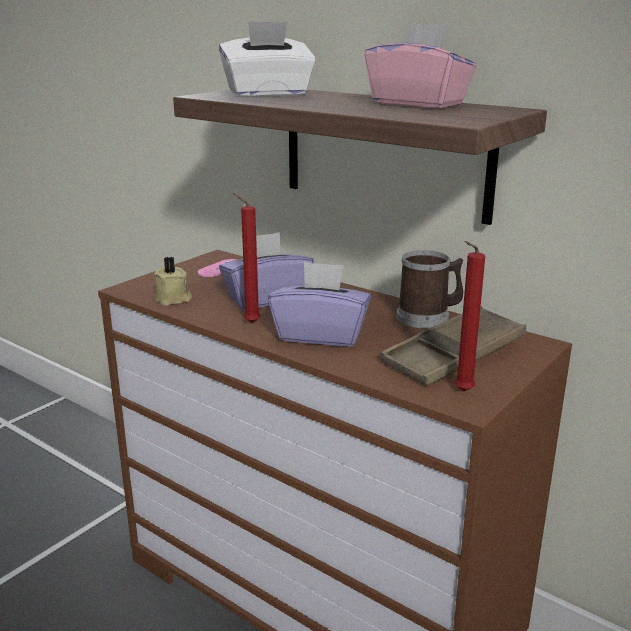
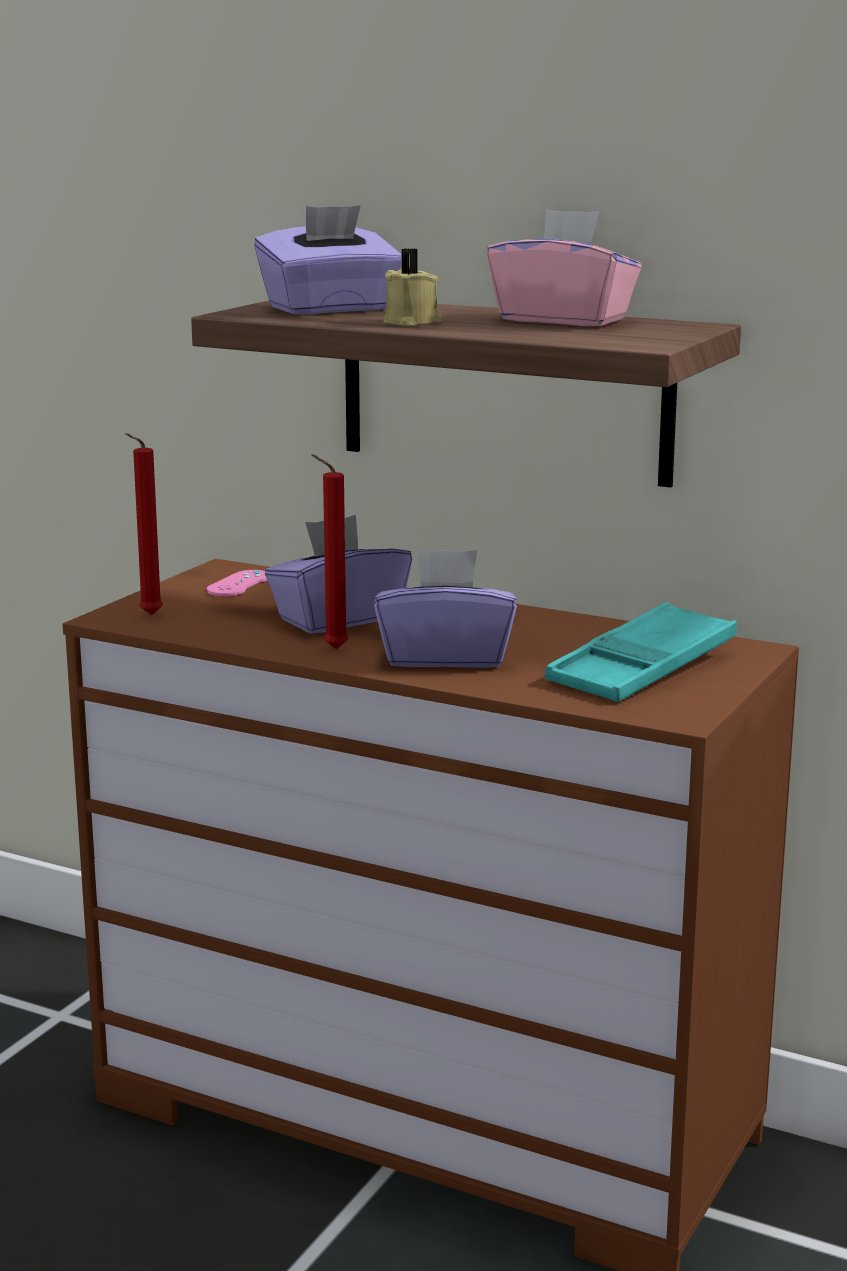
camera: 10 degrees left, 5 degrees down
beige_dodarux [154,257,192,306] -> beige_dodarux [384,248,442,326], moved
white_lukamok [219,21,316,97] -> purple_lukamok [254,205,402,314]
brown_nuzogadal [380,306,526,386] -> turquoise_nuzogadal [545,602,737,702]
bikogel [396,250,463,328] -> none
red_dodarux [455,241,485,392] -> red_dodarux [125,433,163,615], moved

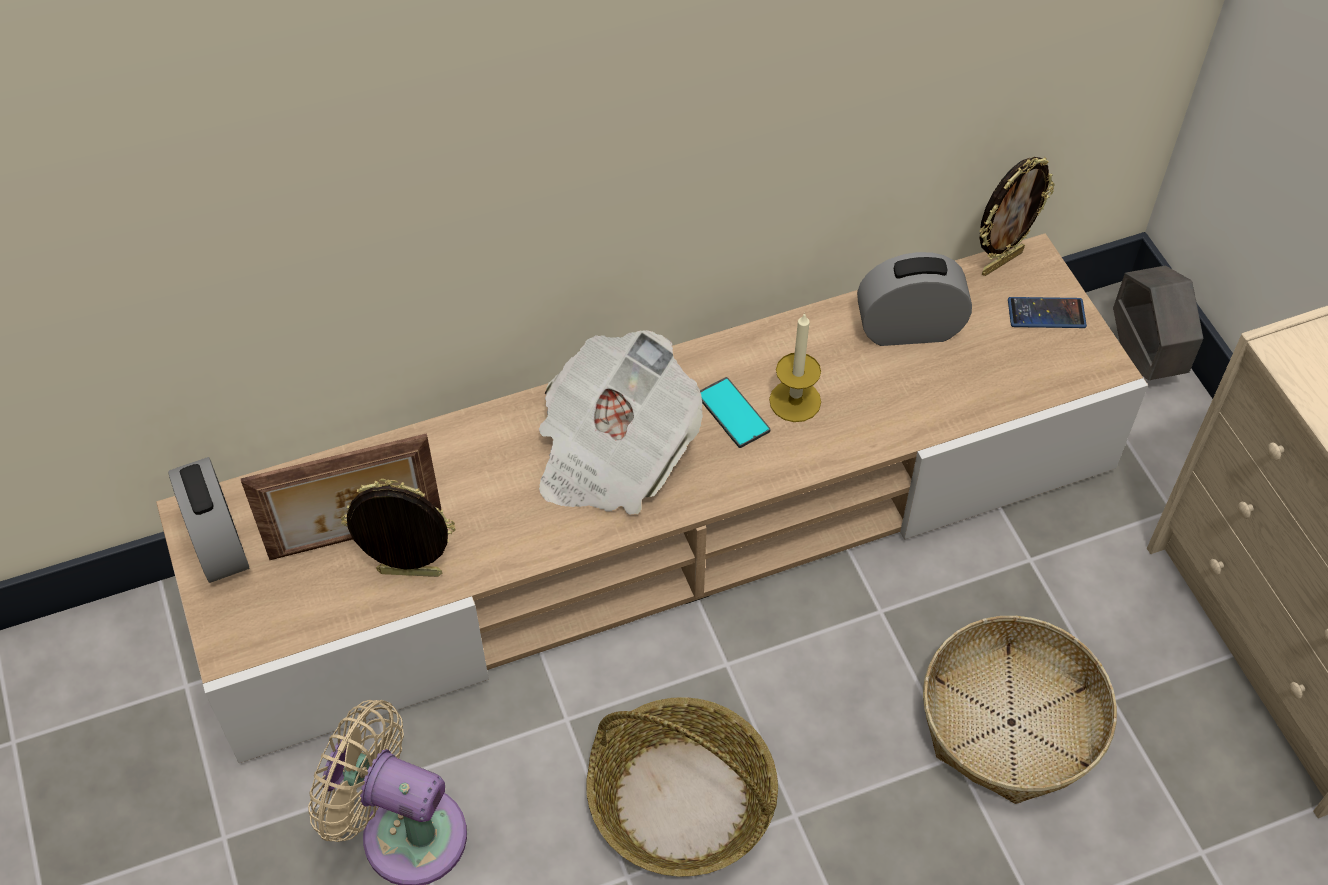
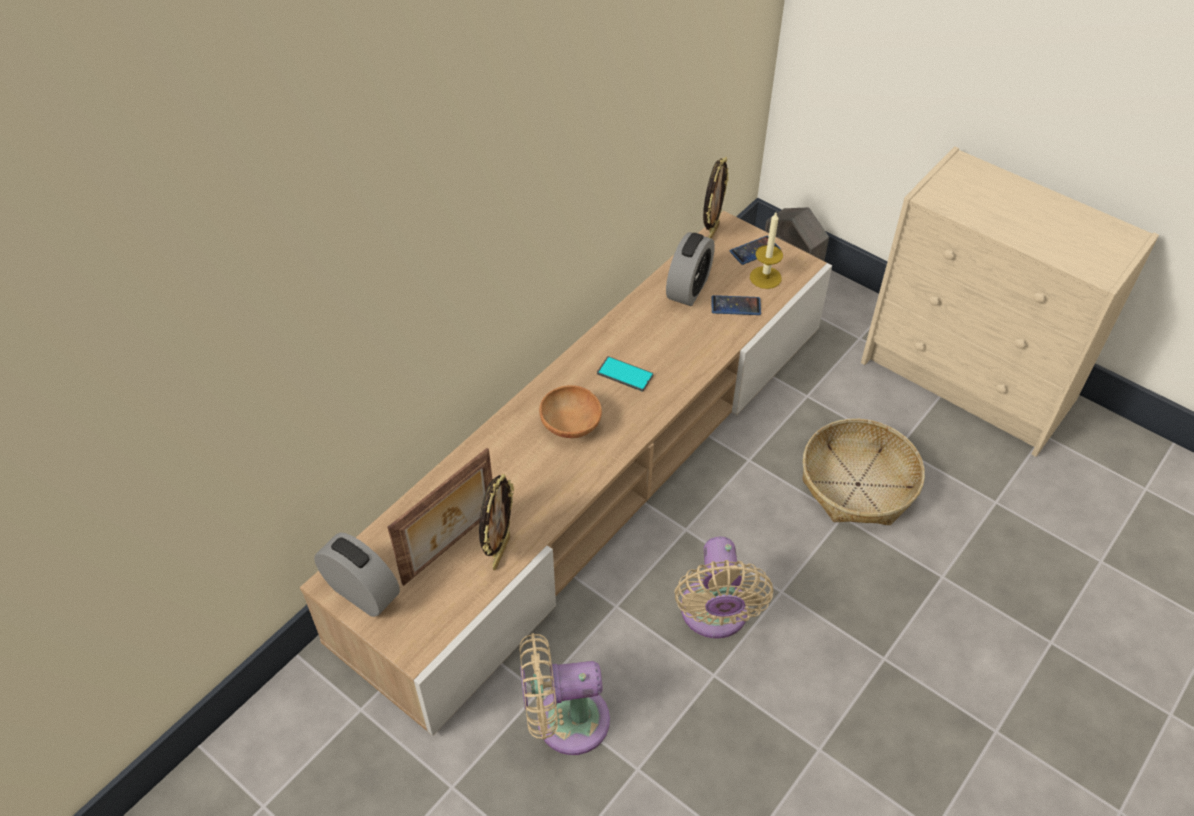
camera: 30 degrees left, 5 degrees down
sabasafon [341,479,455,577] -> sabasafon [479,474,514,570], 135 degrees clockwise
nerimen [539,330,703,515] -> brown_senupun [539,385,602,438]
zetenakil [587,697,778,877] -> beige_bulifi [674,537,773,638]
dodarux [769,313,821,422] -> dodarux [750,212,783,289], moved
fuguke [857,252,972,346] -> fuguke [666,232,715,306], 150 degrees clockwise
none -> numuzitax [711,295,761,315]

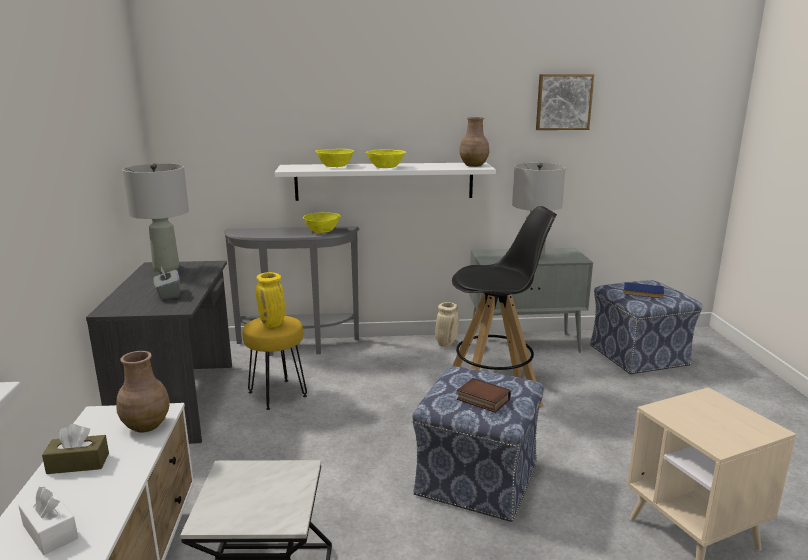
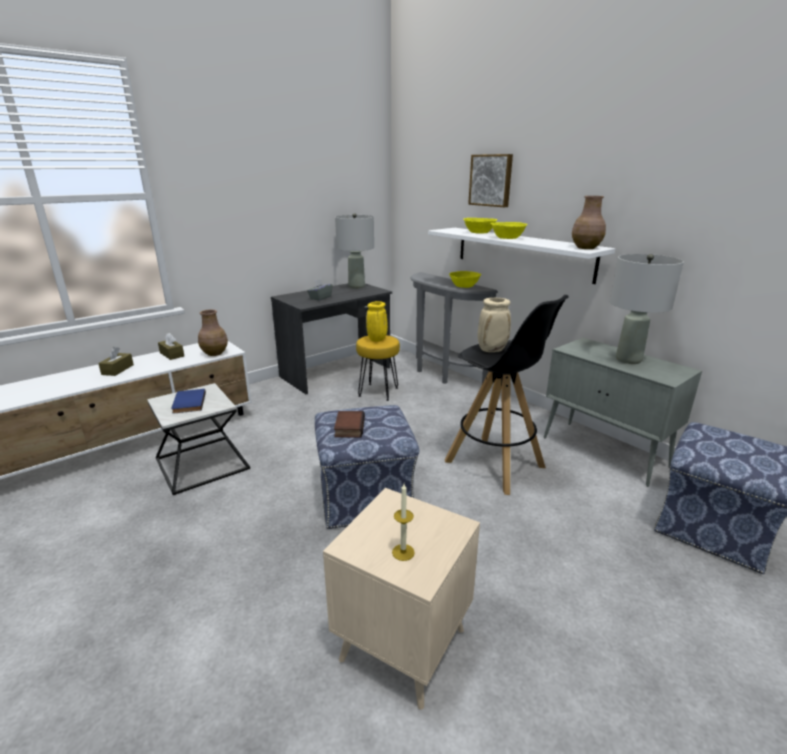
camera: 55 degrees right, 5 degrees up
white_lukamok [18,487,78,555] -> brown_lukamok [98,347,134,376]
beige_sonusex [435,302,459,347] -> beige_sonusex [478,298,511,352], moved
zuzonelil [536,74,594,130] -> zuzonelil [468,154,513,207], moved
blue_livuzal [623,282,664,298] -> blue_livuzal [171,389,206,414], moved
none -> dodarux [392,484,415,561]

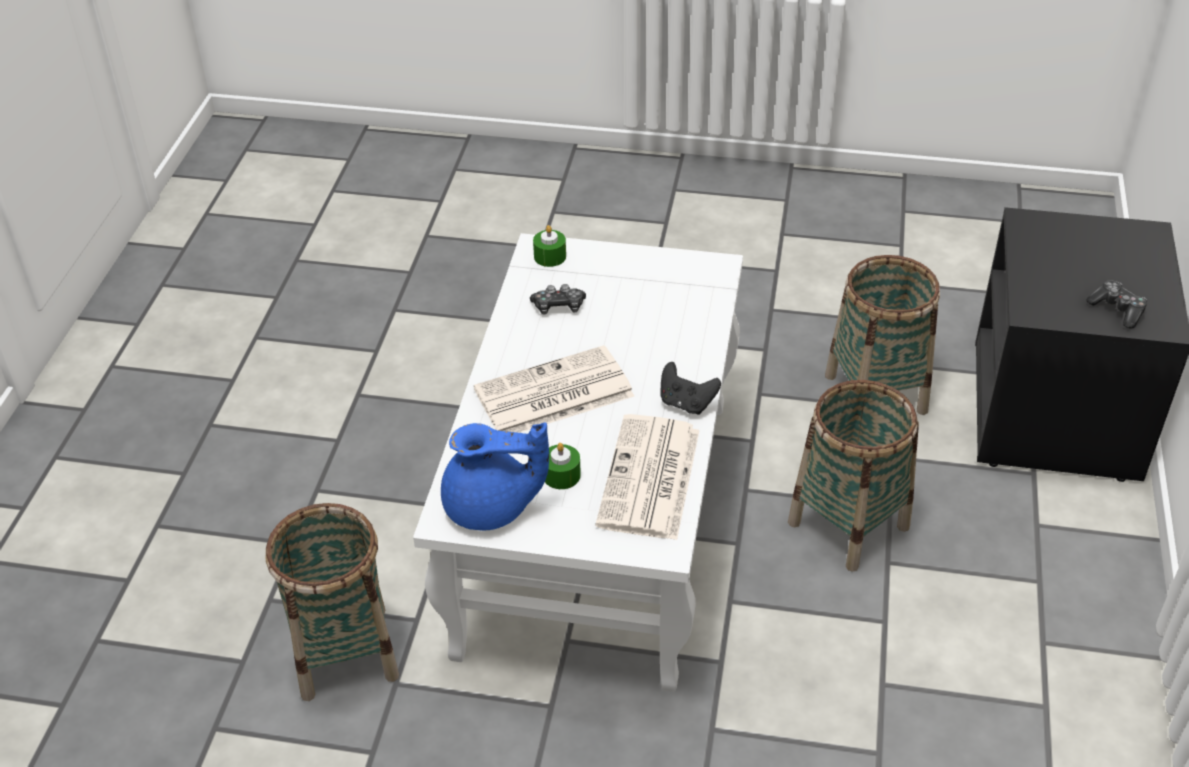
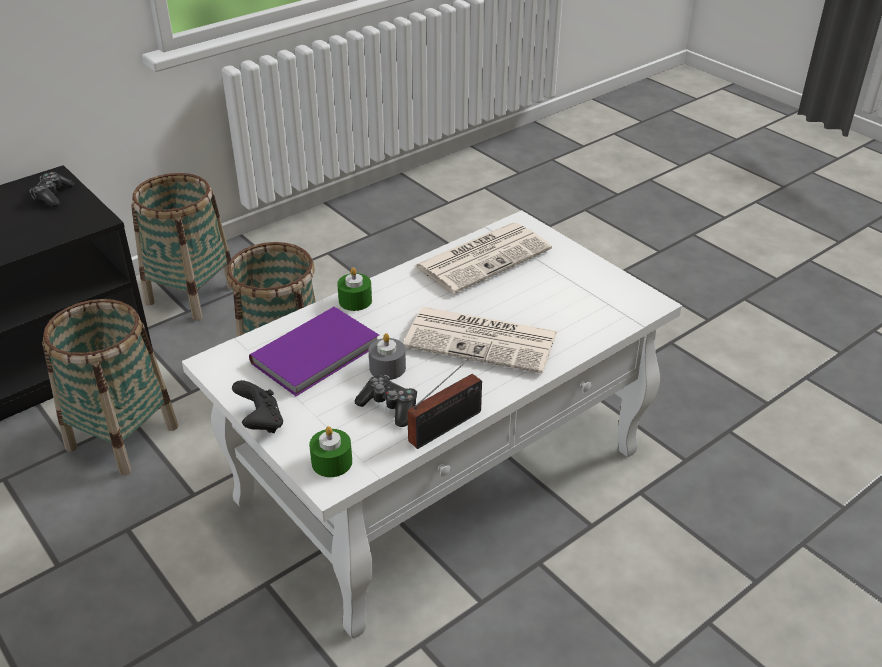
camera: 140 degrees left, 5 degrees down
zetenakil [266,503,399,701] -> zetenakil [131,173,232,321], moved
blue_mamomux [441,422,549,531] -> none
green_dodarux [545,443,581,489] -> green_dodarux [337,267,372,311], moved
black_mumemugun [661,362,721,415] -> black_mumemugun [232,380,283,433], moved
none -> purple_livuzal [249,307,379,396]
none -> grey_dodarux [369,333,406,380]
none -> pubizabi [407,345,484,449]

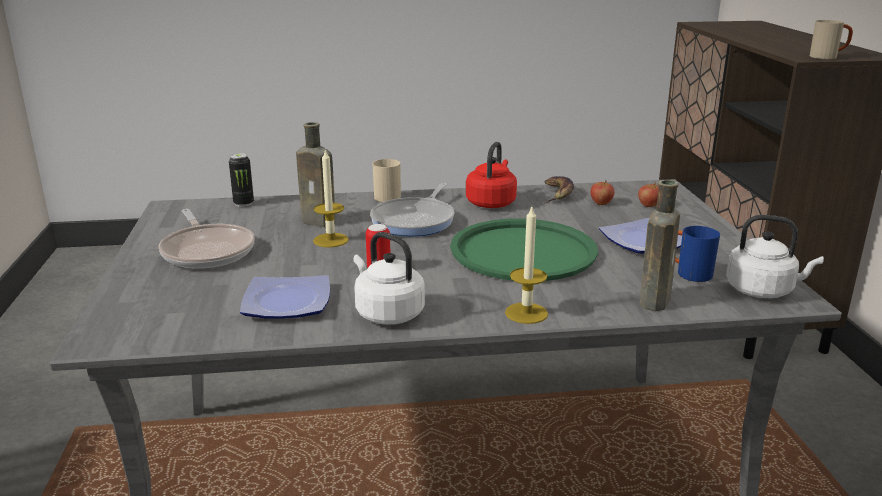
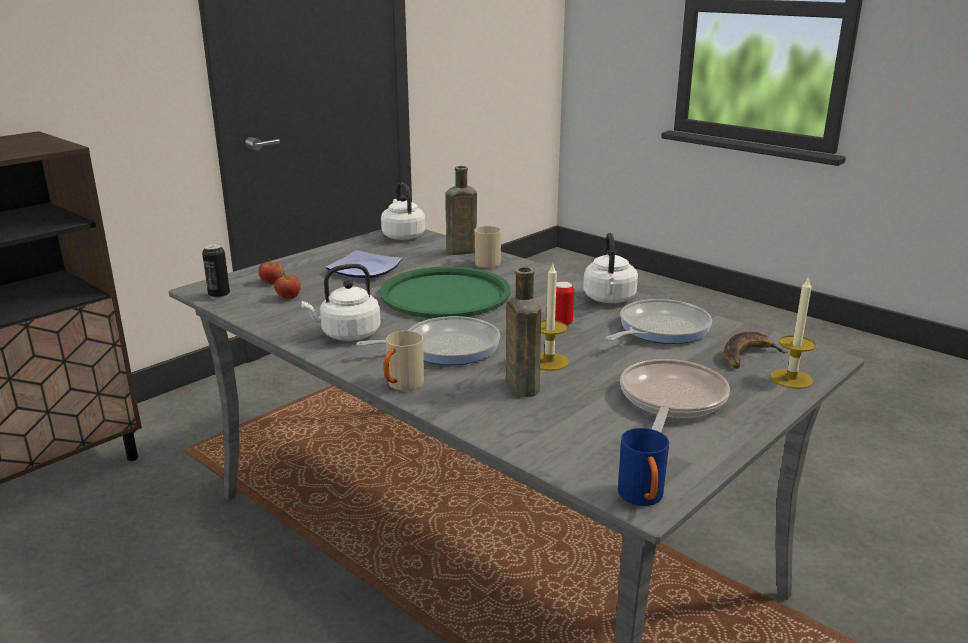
camera: 130 degrees left, 0 degrees up
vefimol [229,153,254,207] -> vefimol [202,243,230,299], moved
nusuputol [240,275,330,319] -> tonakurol [606,299,712,344]
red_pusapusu [466,142,517,208] -> white_pusapusu [301,264,381,341]
dodarux [505,207,548,324] -> dodarux [770,276,816,389], moved
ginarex [544,176,574,204] -> ginarex [724,332,787,369], moved
blue_bikogel [675,226,720,282] -> blue_bikogel [618,428,669,506], moved
beige_bikogel [810,20,853,60] -> beige_bikogel [473,226,501,268], moved

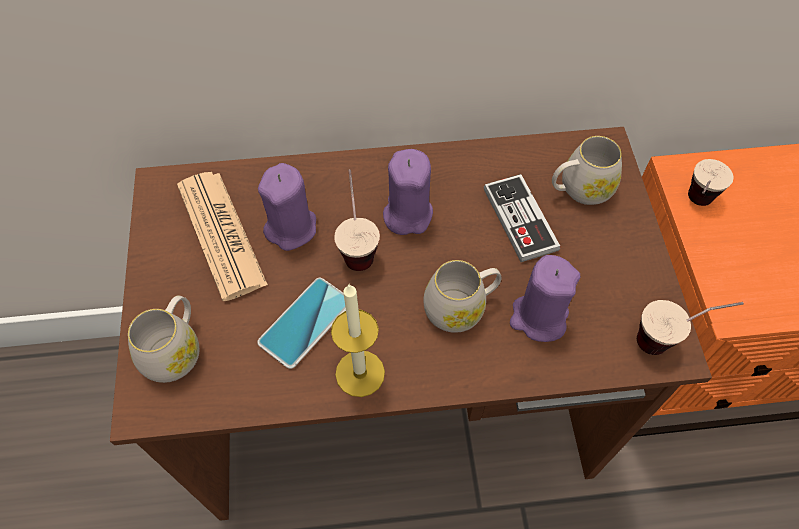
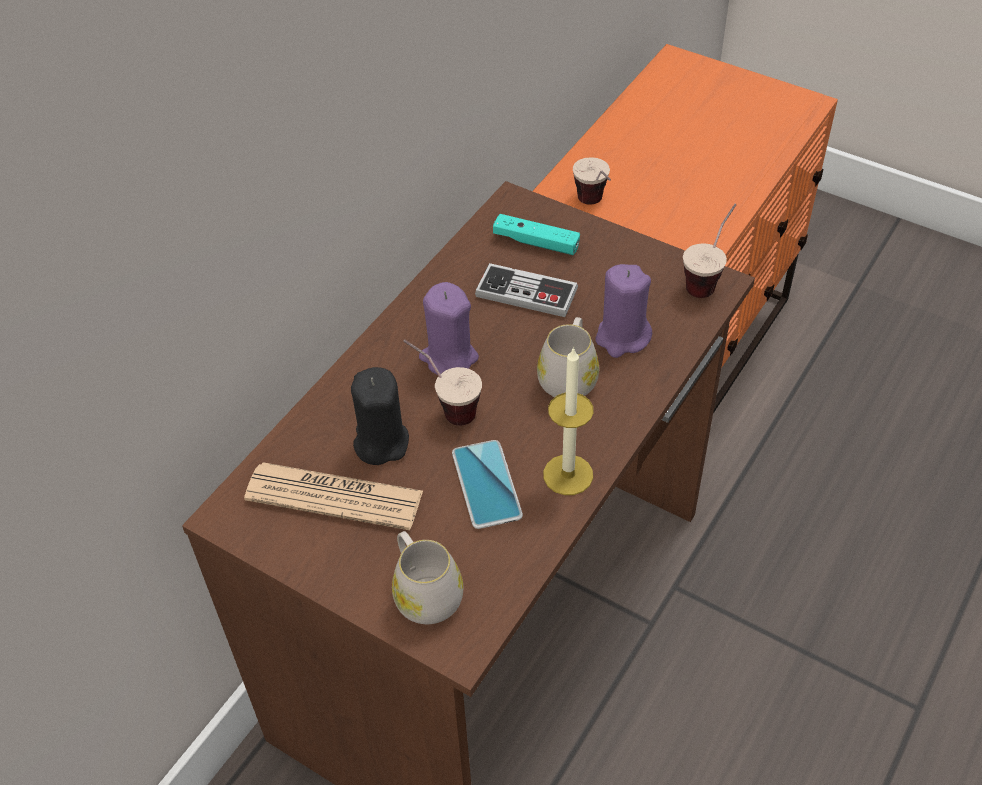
camera: 50 degrees left, 10 degrees down
purple_dodarux [258,163,316,251] -> black_dodarux [351,367,409,465]
white_bikogel [552,136,622,205] -> turquoise_mumemugun [493,214,580,255]

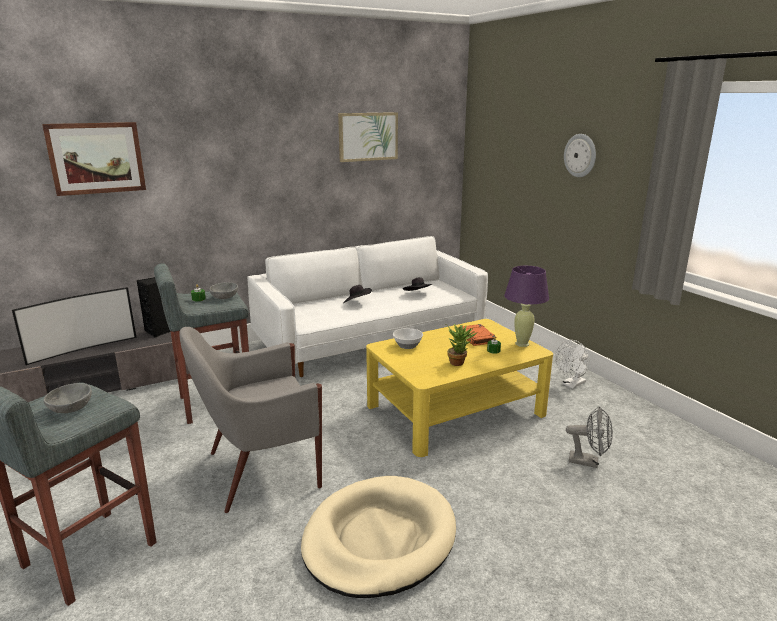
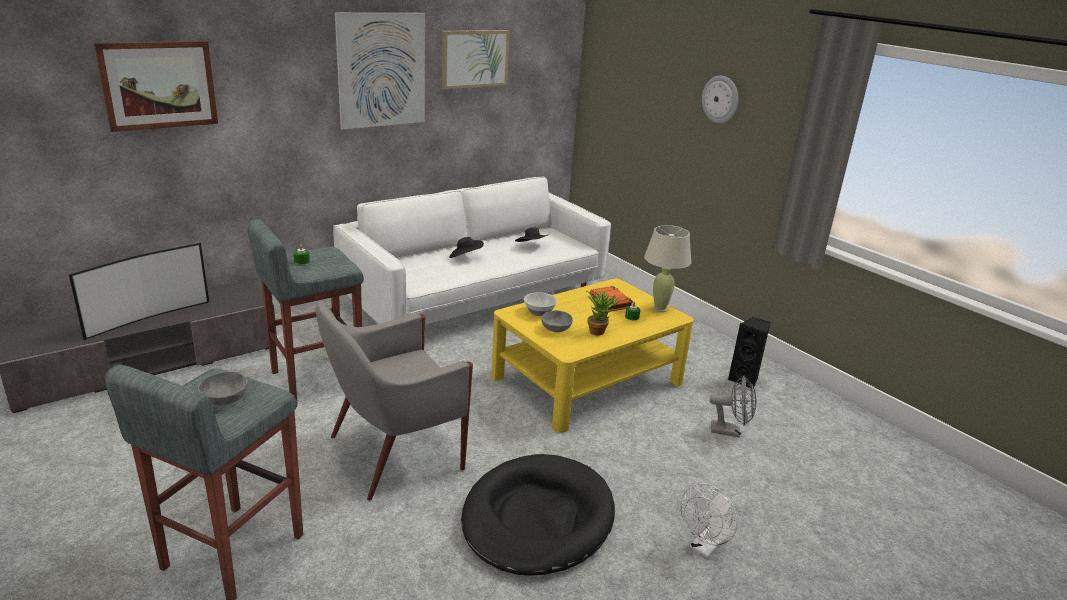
camera: 10 degrees left, 5 degrees up
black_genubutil [137,277,170,338] -> black_genubutil [728,317,771,388], moved
grey_senupun [209,282,238,299] -> grey_senupun [541,310,573,332], moved
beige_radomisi [301,476,456,598] -> black_radomisi [461,454,615,576]
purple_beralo [504,266,549,347] -> beige_beralo [644,225,691,312]
white_bulifi [556,340,590,389] -> white_bulifi [680,483,737,558], moved
none -> zuzonelil [335,13,425,129]

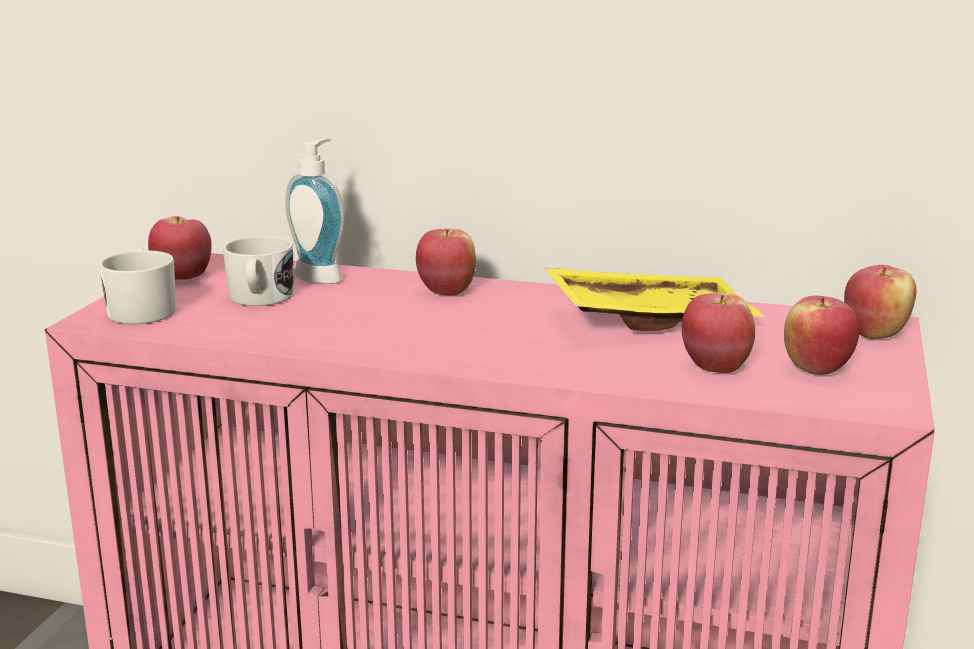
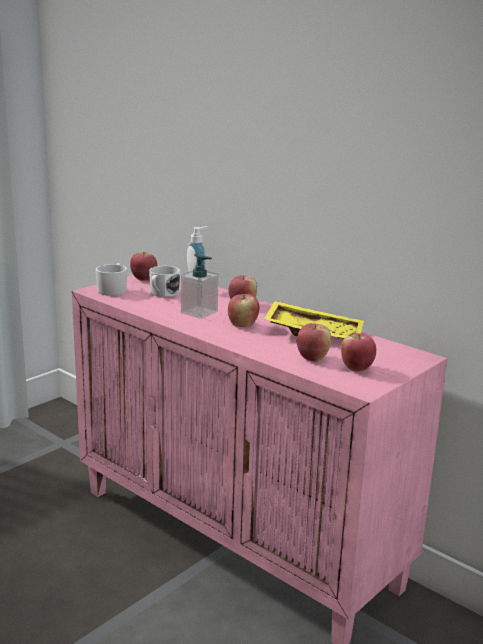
camera: 25 degrees right, 0 degrees up
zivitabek [844,265,916,339] -> zivitabek [228,294,259,327], moved
none -> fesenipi [181,254,219,319]

